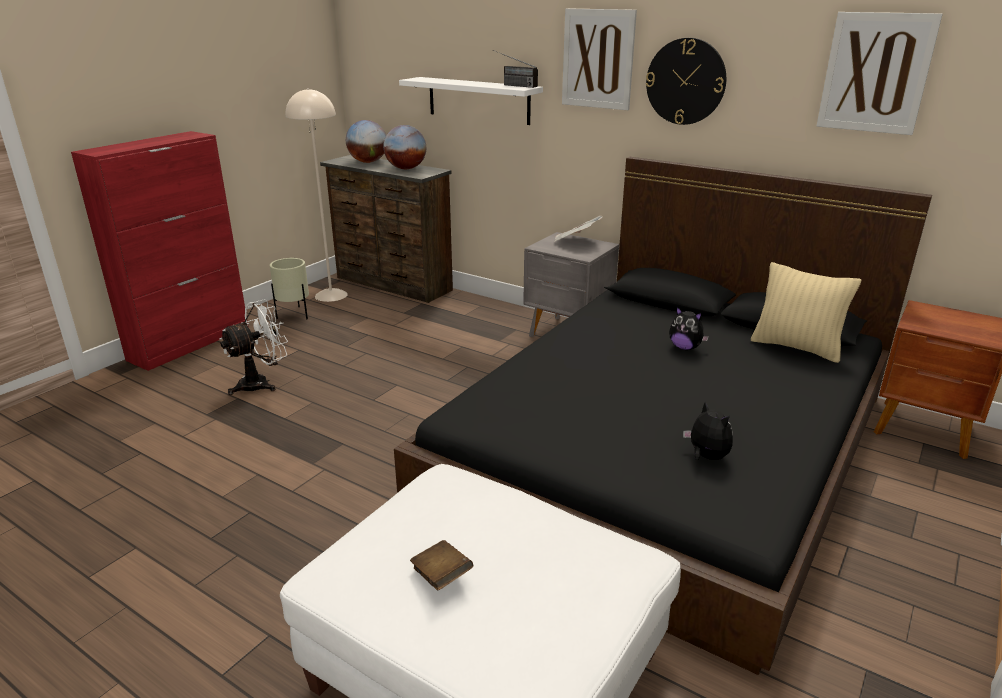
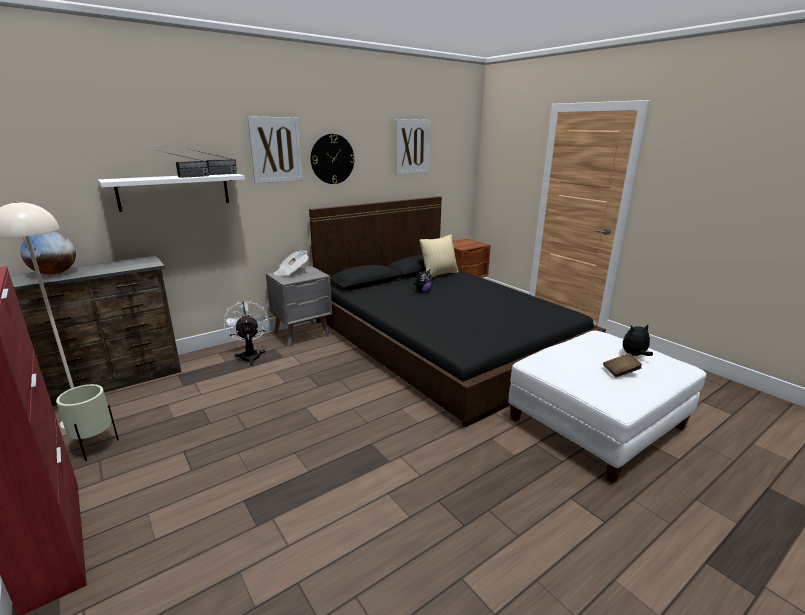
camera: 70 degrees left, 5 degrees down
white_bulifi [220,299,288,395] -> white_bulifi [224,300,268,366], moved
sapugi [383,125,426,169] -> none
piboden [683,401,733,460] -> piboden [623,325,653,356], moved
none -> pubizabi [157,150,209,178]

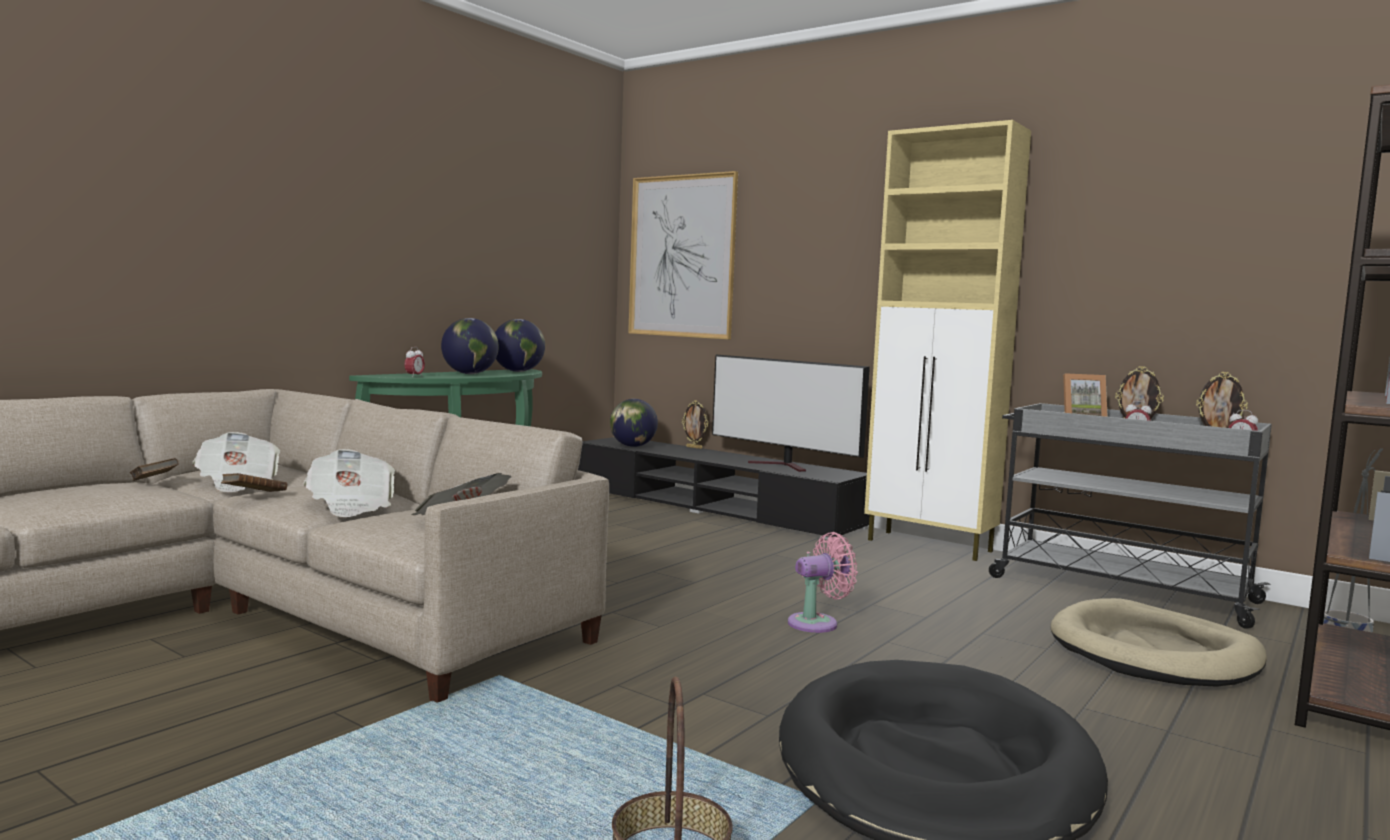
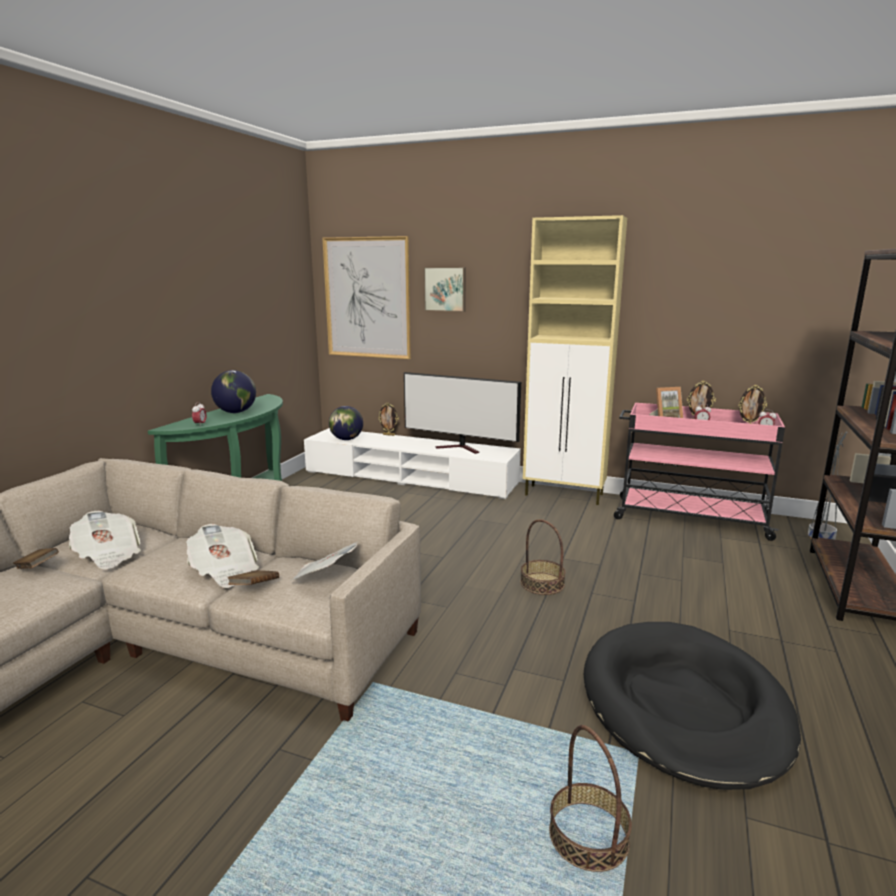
camera: 15 degrees left, 10 degrees up
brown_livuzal [221,473,287,492] -> brown_livuzal [227,570,279,585], moved
sapugi [495,319,545,372] -> none
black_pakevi [578,437,870,539] -> white_pakevi [304,428,521,499]
pink_bulifi [788,532,858,633] -> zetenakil [520,519,566,595]
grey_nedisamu [989,403,1272,629] -> pink_nedisamu [614,403,785,541]
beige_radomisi [1051,598,1267,687] -> none
none -> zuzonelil [423,267,466,312]

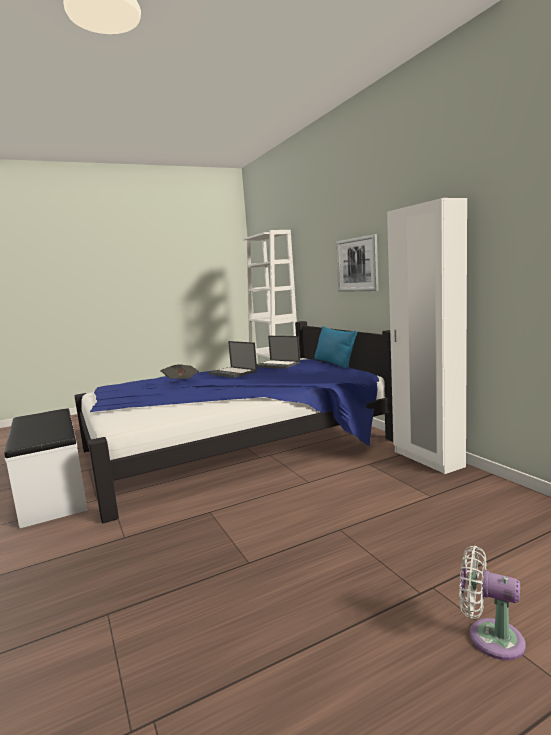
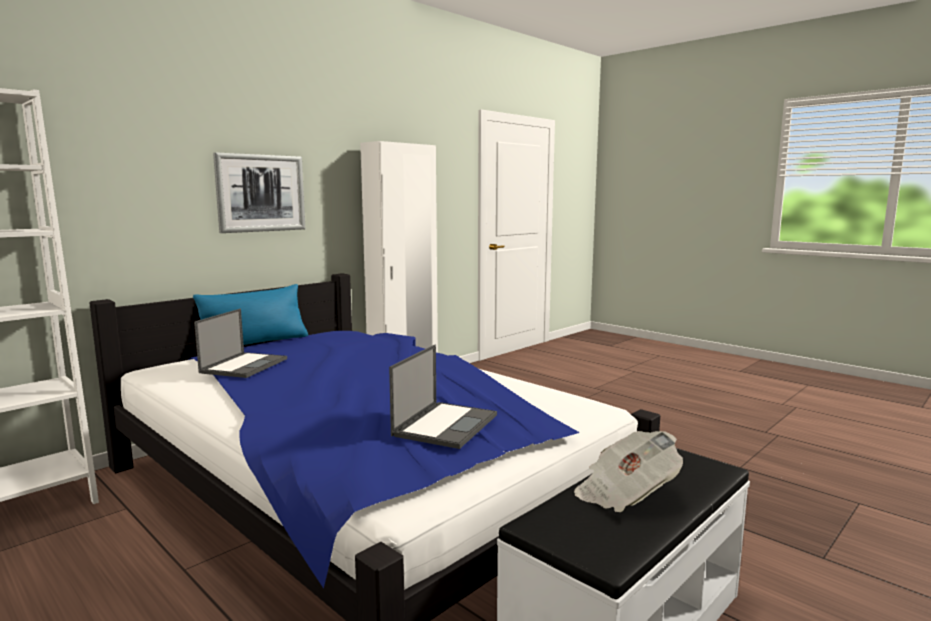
camera: 110 degrees left, 0 degrees up
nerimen [160,364,198,379] -> nerimen [574,431,683,512], moved
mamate [208,341,257,378] -> mamate [389,345,497,449], moved
white_bulifi [459,546,526,660] -> none

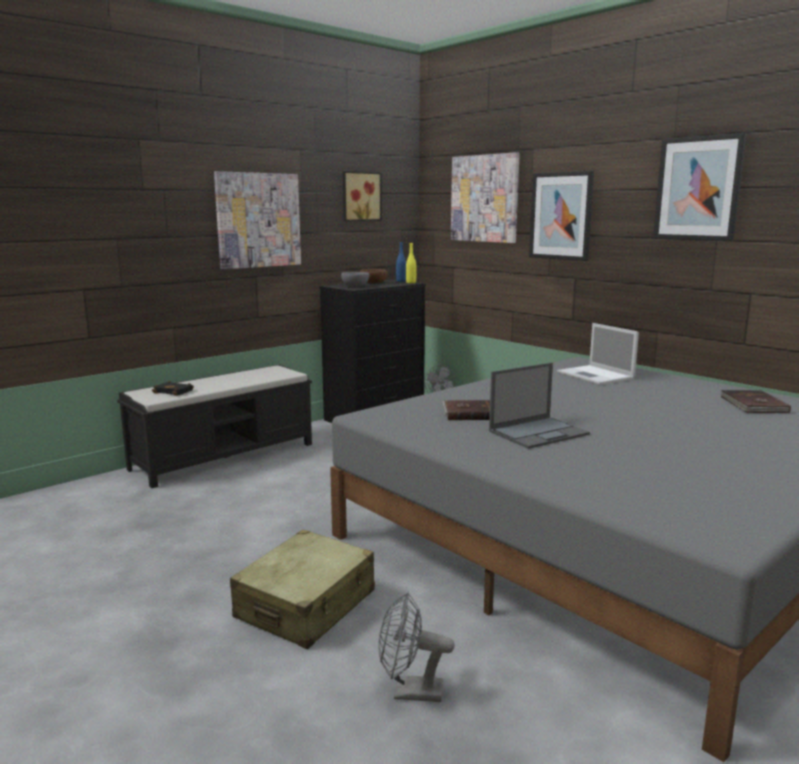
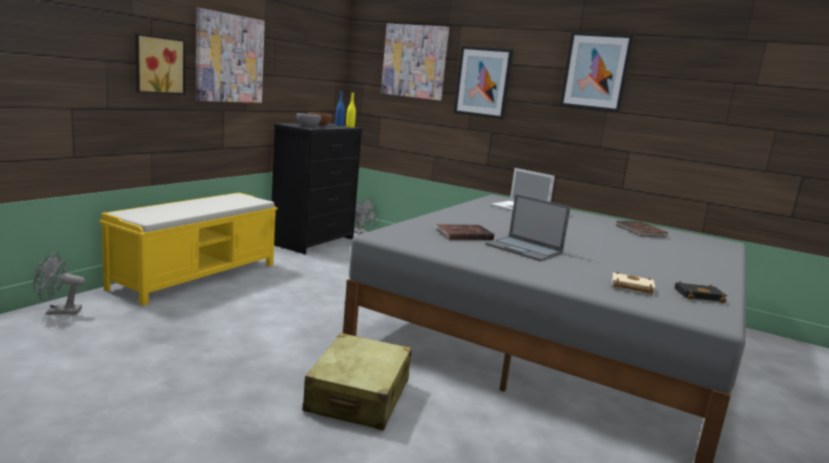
camera: 20 degrees left, 0 degrees up
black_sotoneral [117,365,312,488] -> yellow_sotoneral [99,193,278,306]
black_livuzal [152,381,194,396] -> black_livuzal [675,281,727,303], moved
zuzonelil [343,171,382,221] -> zuzonelil [135,33,186,95], moved
grey_bulifi [378,593,454,702] -> grey_bulifi [33,252,86,315], moved
mamate [489,363,590,449] -> mamate [485,194,571,261], 90 degrees clockwise
none -> beige_livuzal [612,272,655,295]

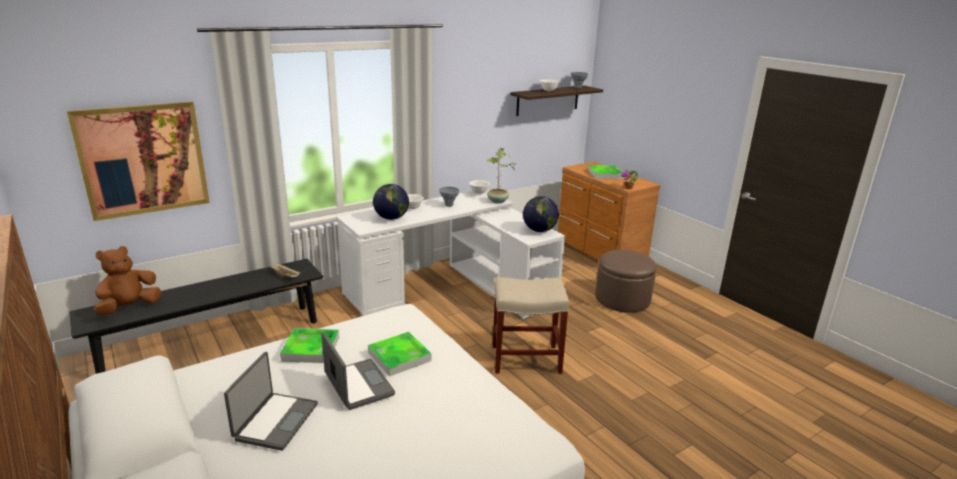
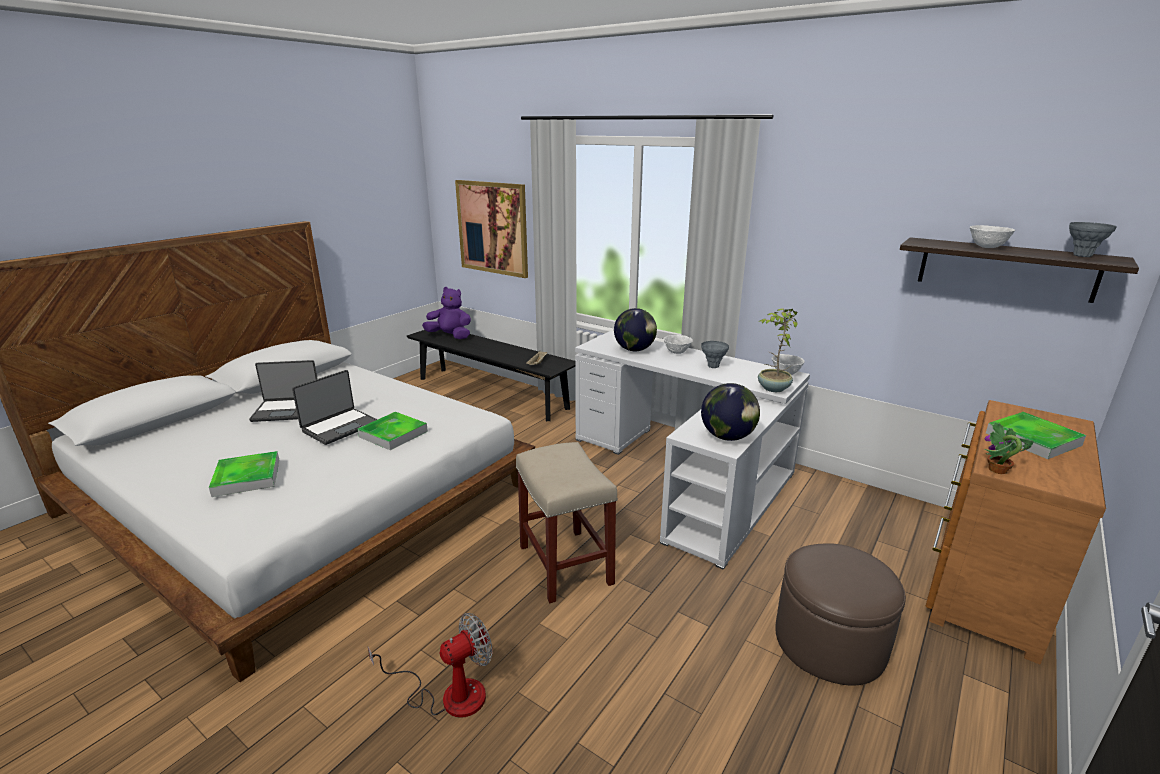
camera: 70 degrees right, 0 degrees up
brown_piboden [94,246,161,316] -> purple_piboden [422,287,471,339]
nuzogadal [280,328,339,363] -> nuzogadal [209,451,279,497], moved
none -> bulifi [368,613,492,718]

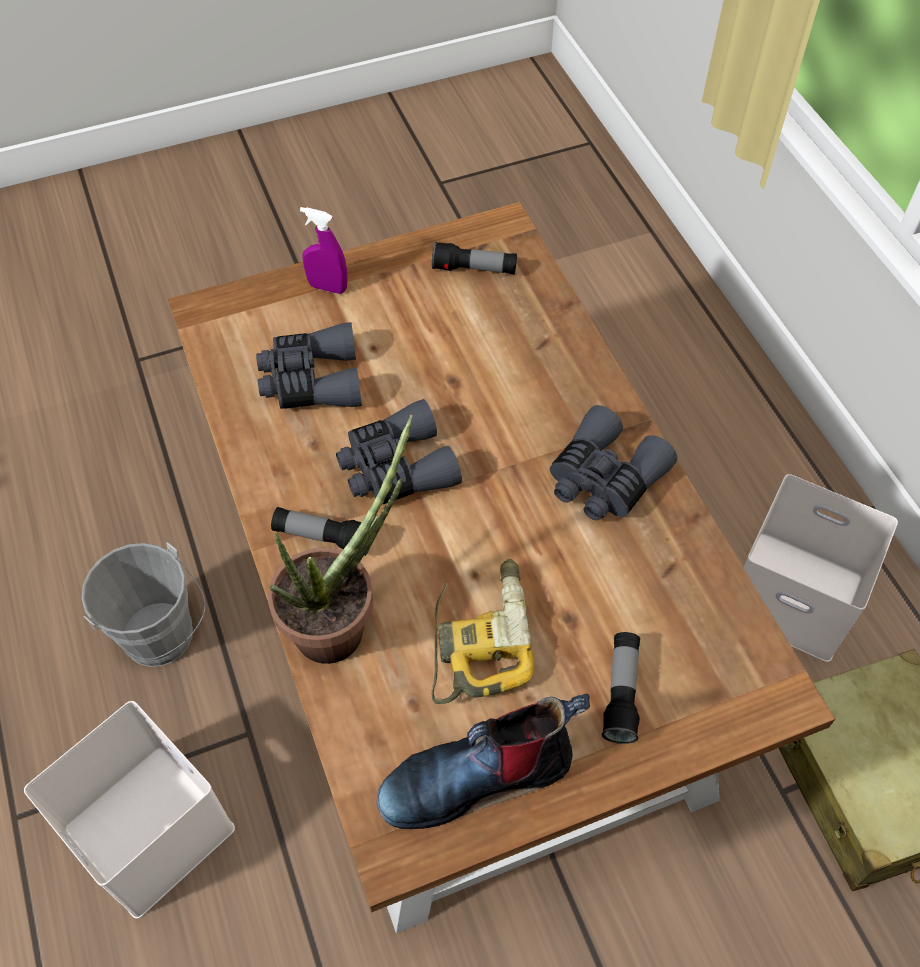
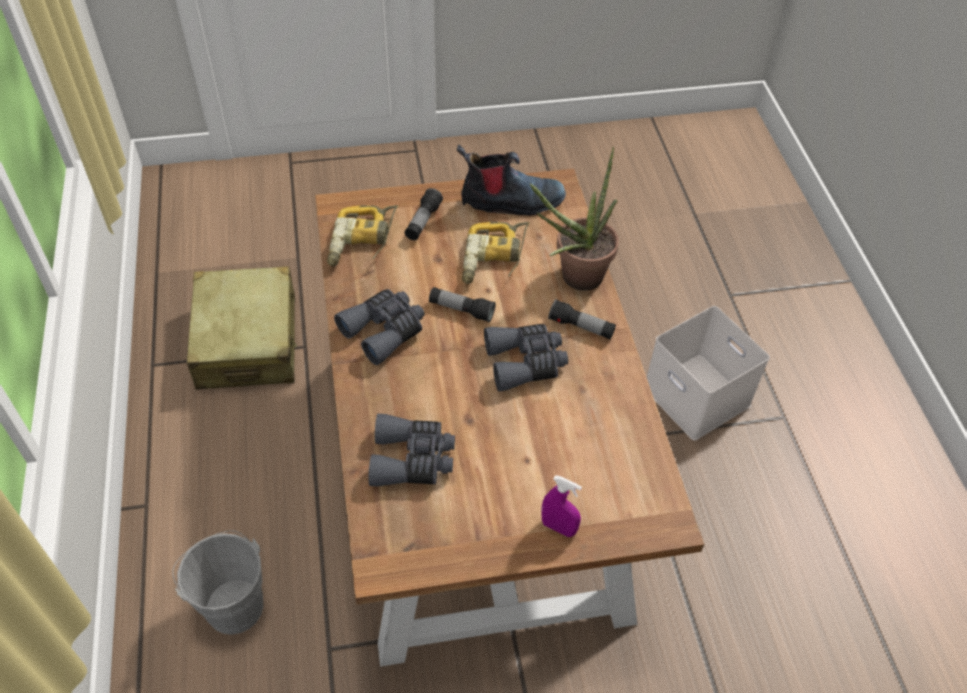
camera: 170 degrees left, 5 degrees down
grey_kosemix [81,542,206,667] -> grey_kosemix [172,530,263,635], moved
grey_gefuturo [256,322,362,409] -> grey_gefuturo [369,414,455,486], moved
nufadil [432,241,517,275] -> nufadil [429,287,496,322], moved
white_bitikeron [743,474,898,662] -> none
none -> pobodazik [327,205,399,266]

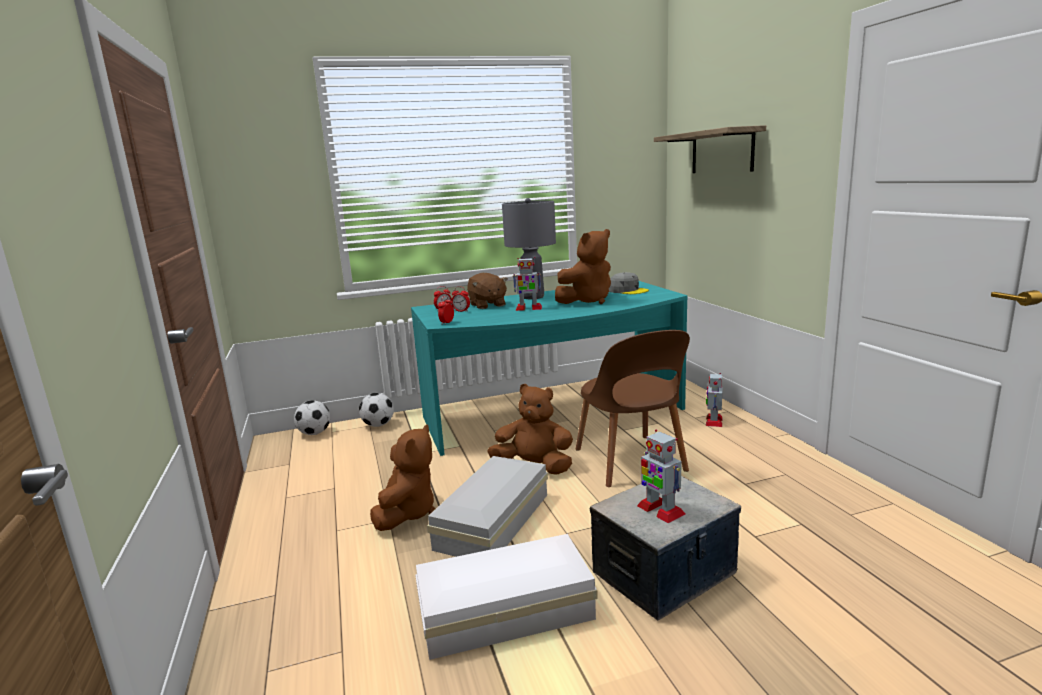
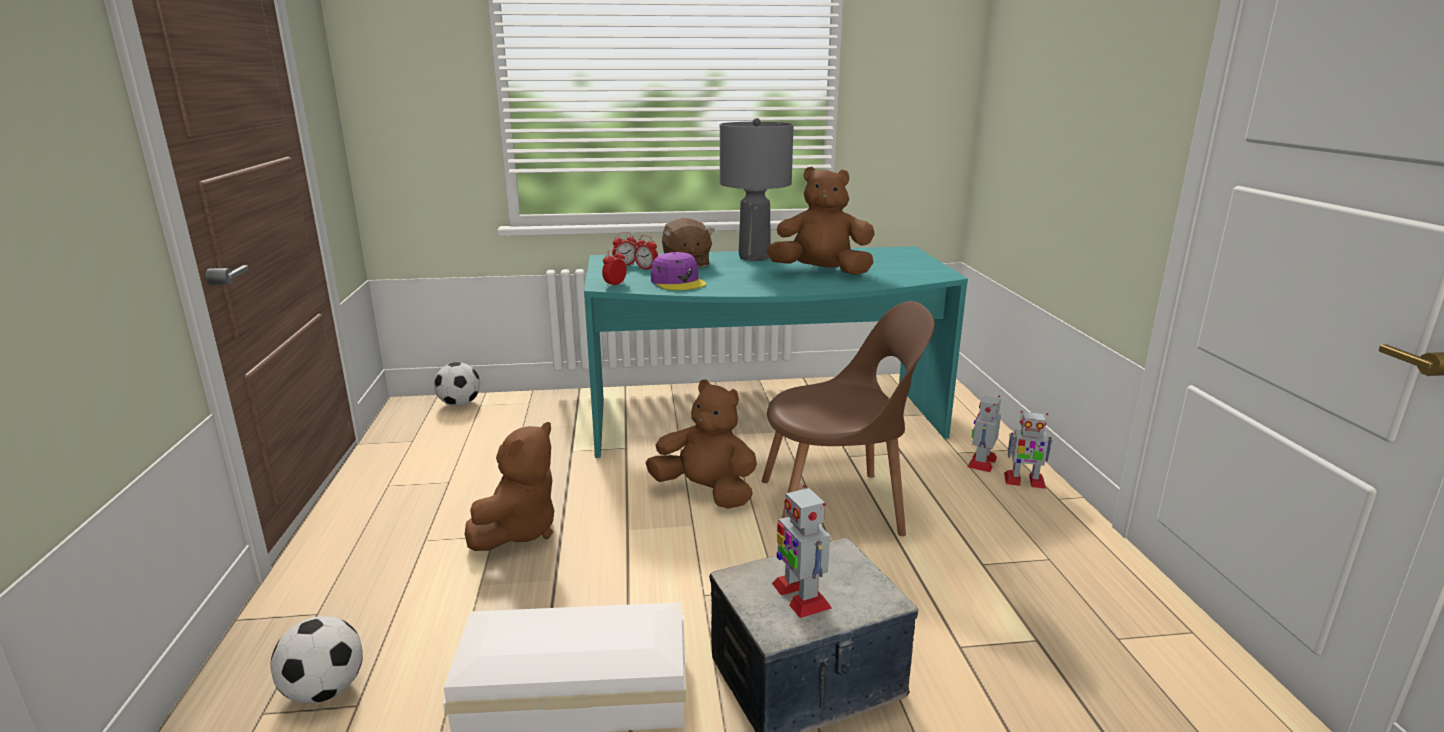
camera: 10 degrees right, 5 degrees up
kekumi [359,393,394,427] -> kekumi [270,616,363,703], moved
white_bitikeron [427,456,548,557] -> none
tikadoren [513,257,542,311] -> tikadoren [1004,411,1053,489], moved
brown_piboden [555,229,611,304] -> brown_piboden [766,167,875,275], 150 degrees counterclockwise
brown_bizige [576,330,690,487] -> brown_bizige [762,301,935,536], 90 degrees counterclockwise
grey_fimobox [609,272,649,294] -> none
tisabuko [654,125,766,173] -> none
none -> purple_fimobox [651,252,706,290]

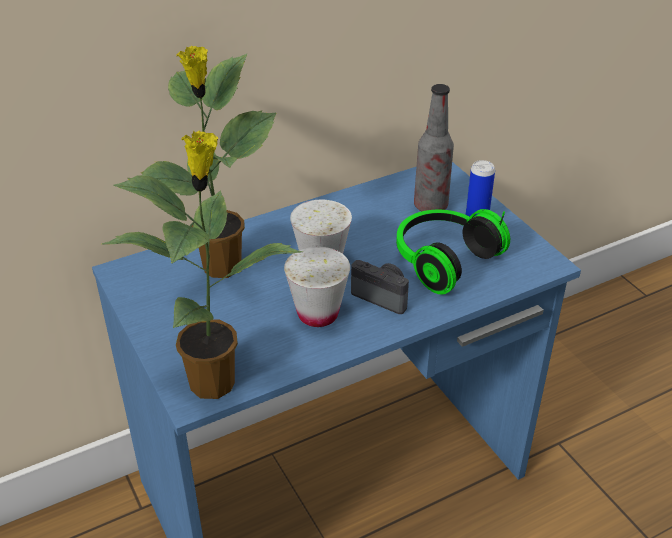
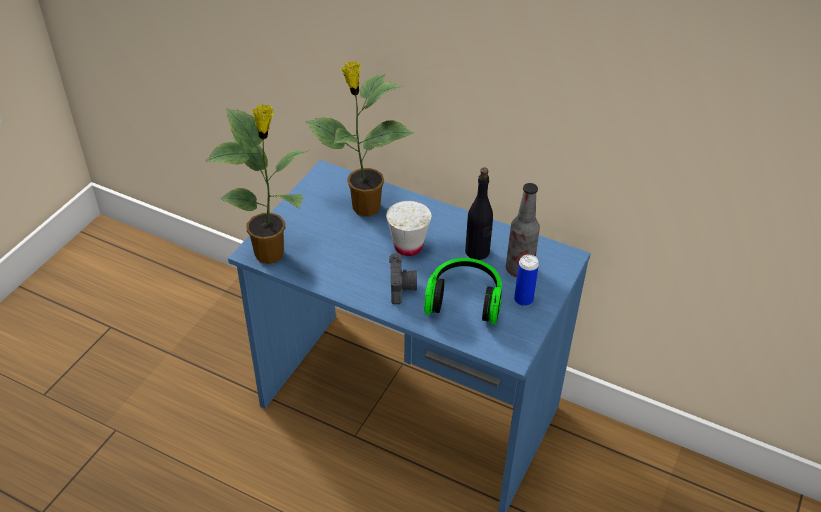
camera: 55 degrees right, 5 degrees up
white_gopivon [284,247,350,327] -> none
none -> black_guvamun [465,168,493,260]

